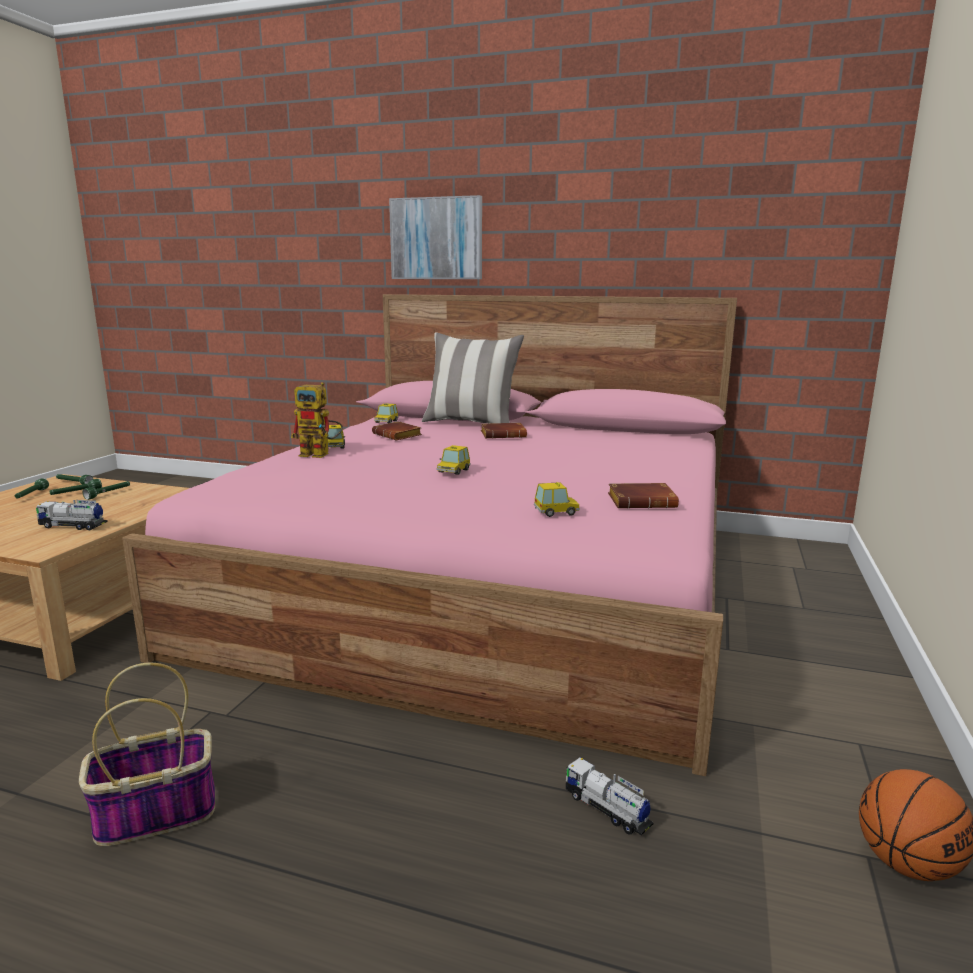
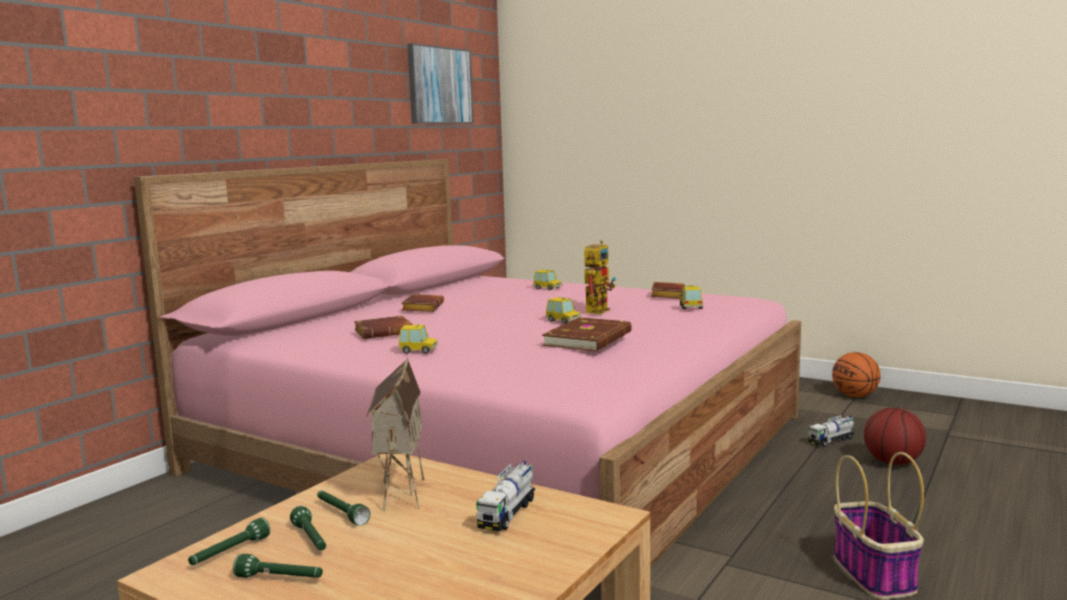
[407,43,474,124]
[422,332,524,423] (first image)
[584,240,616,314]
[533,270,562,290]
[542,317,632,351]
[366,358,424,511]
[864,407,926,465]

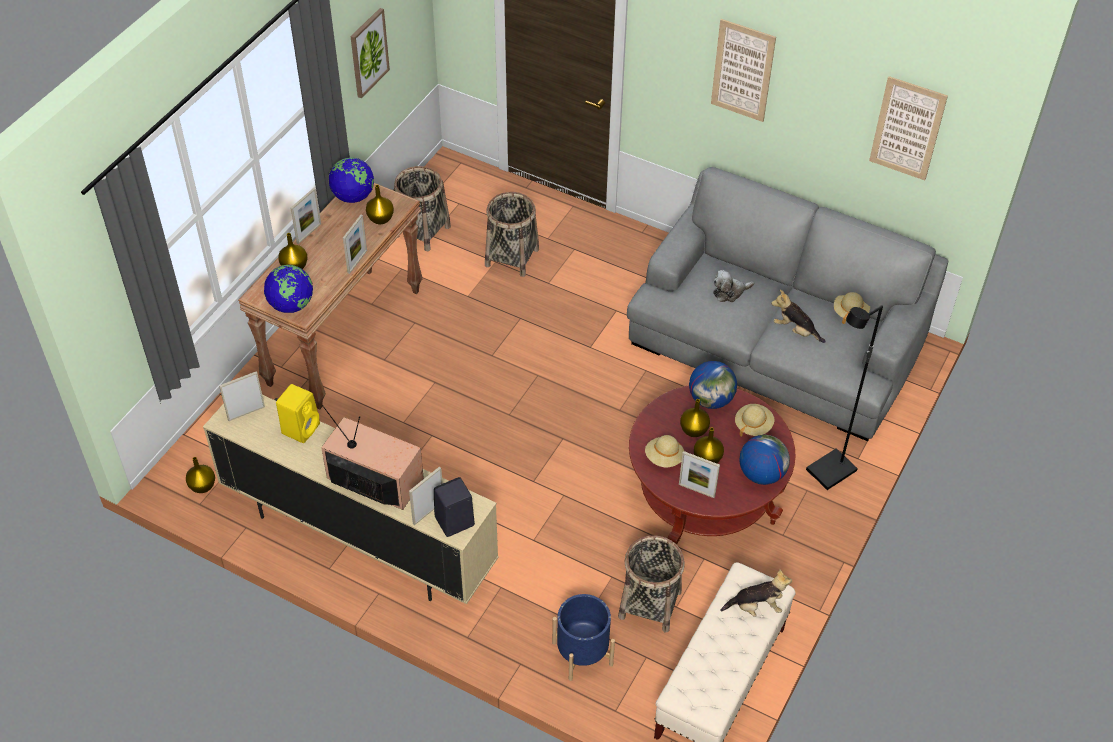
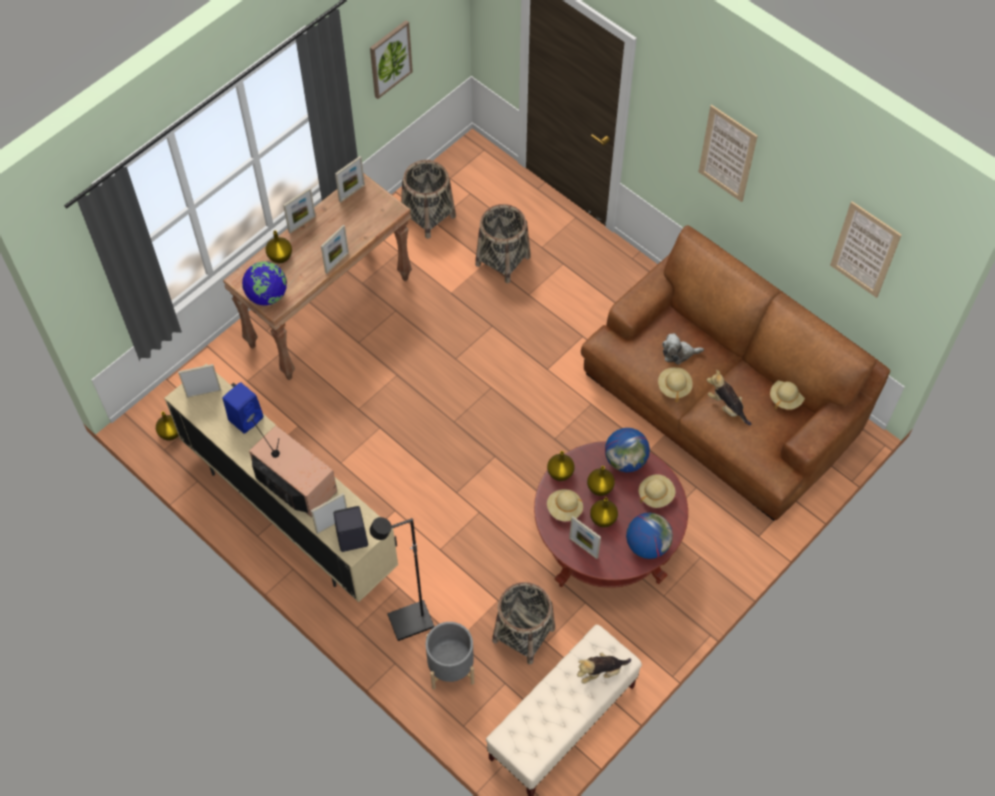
[335,156,365,203]
[581,225,890,521]
[547,451,575,481]
[370,517,434,641]
[223,382,263,434]
[577,653,631,684]
[426,622,474,689]
[658,367,693,402]

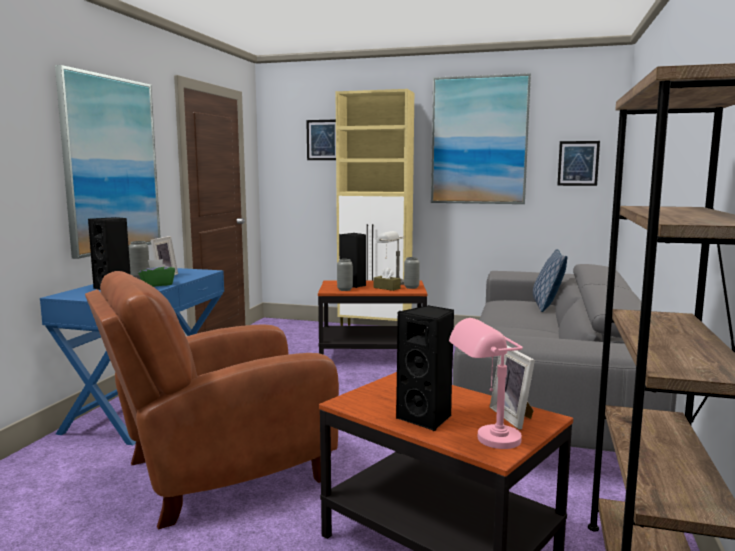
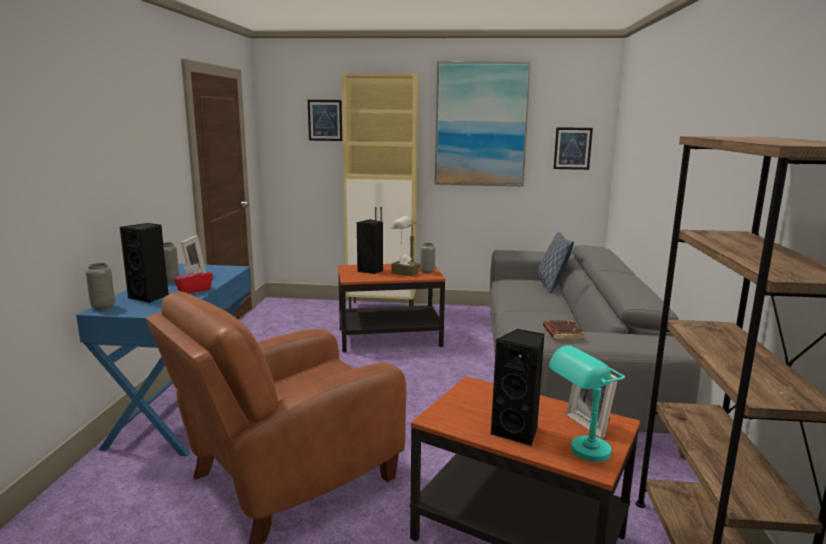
[55,65,161,259] (first image)
[173,264,213,294]
[86,263,115,310]
[549,345,625,462]
[543,320,584,340]

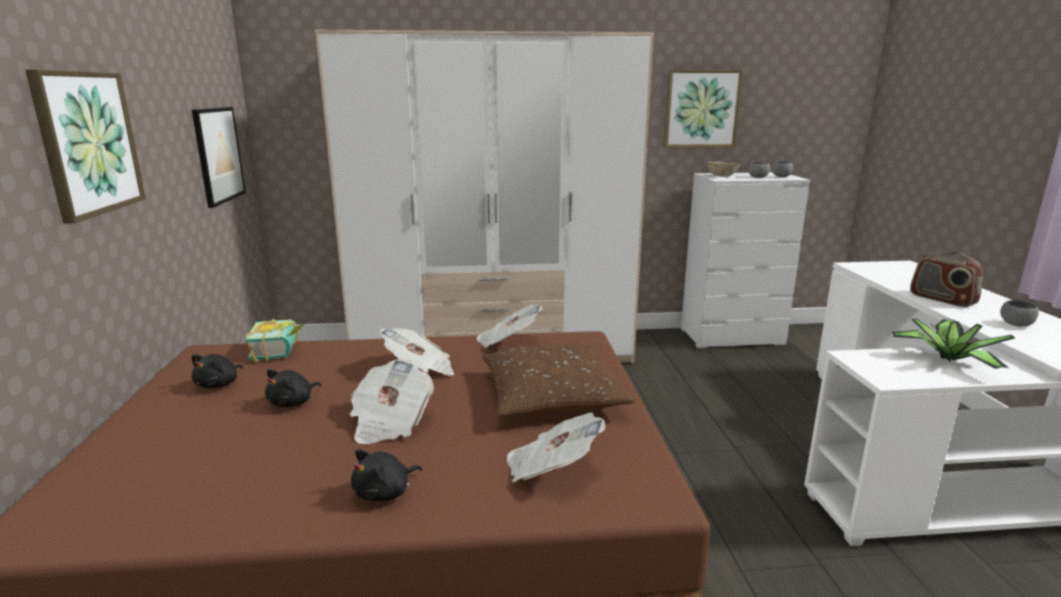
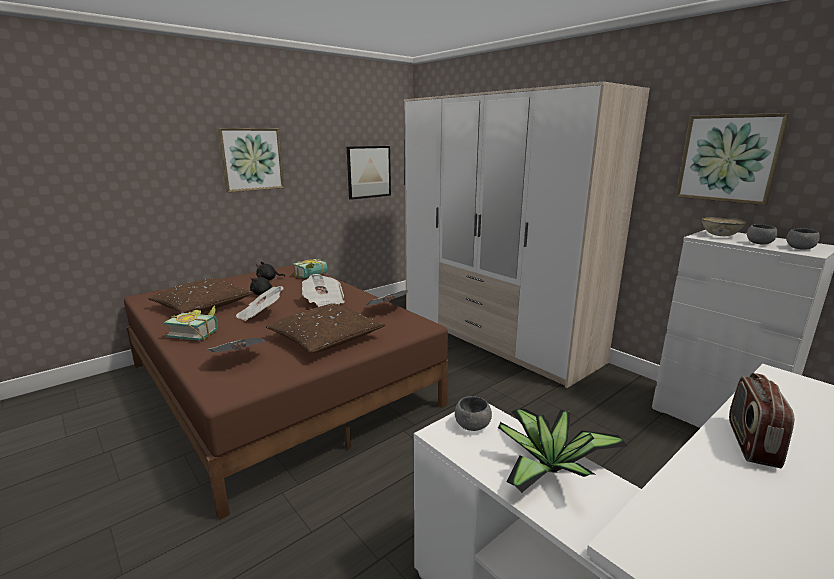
[455,396,492,431]
[164,305,218,341]
[148,278,254,313]

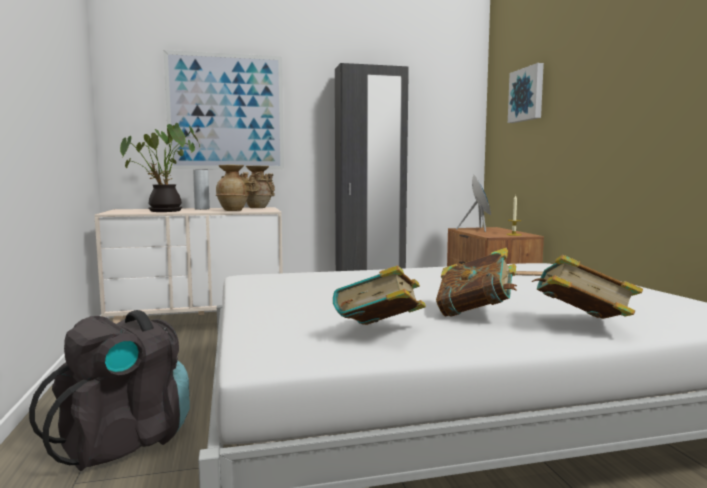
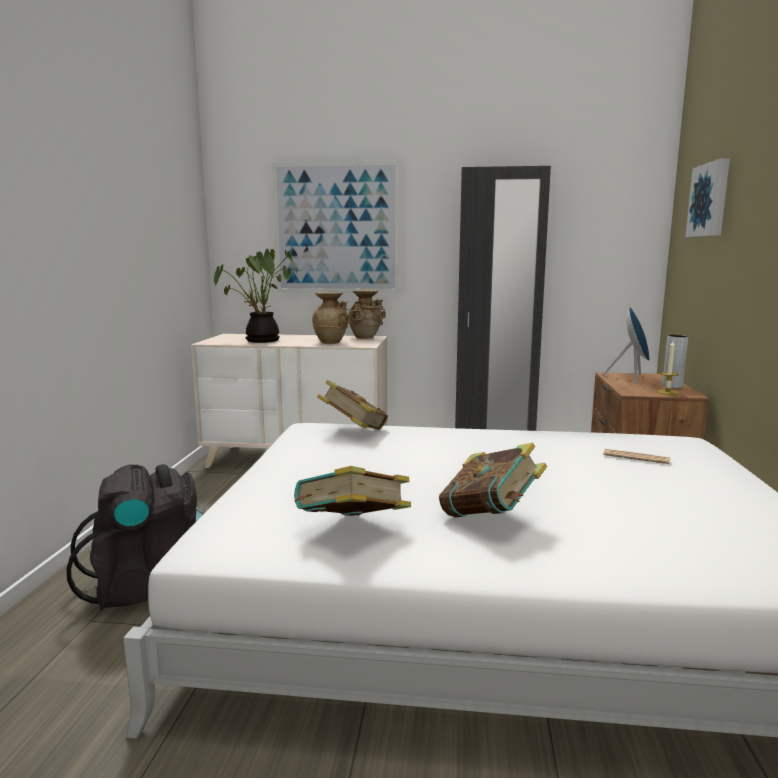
[662,335,688,388]
[317,380,388,430]

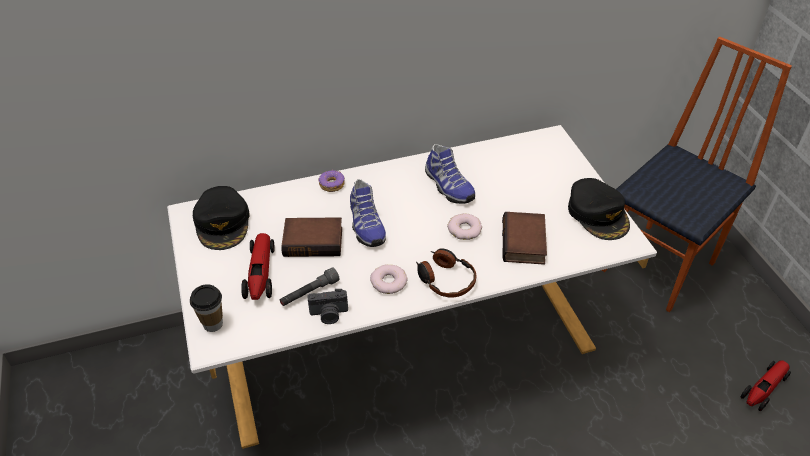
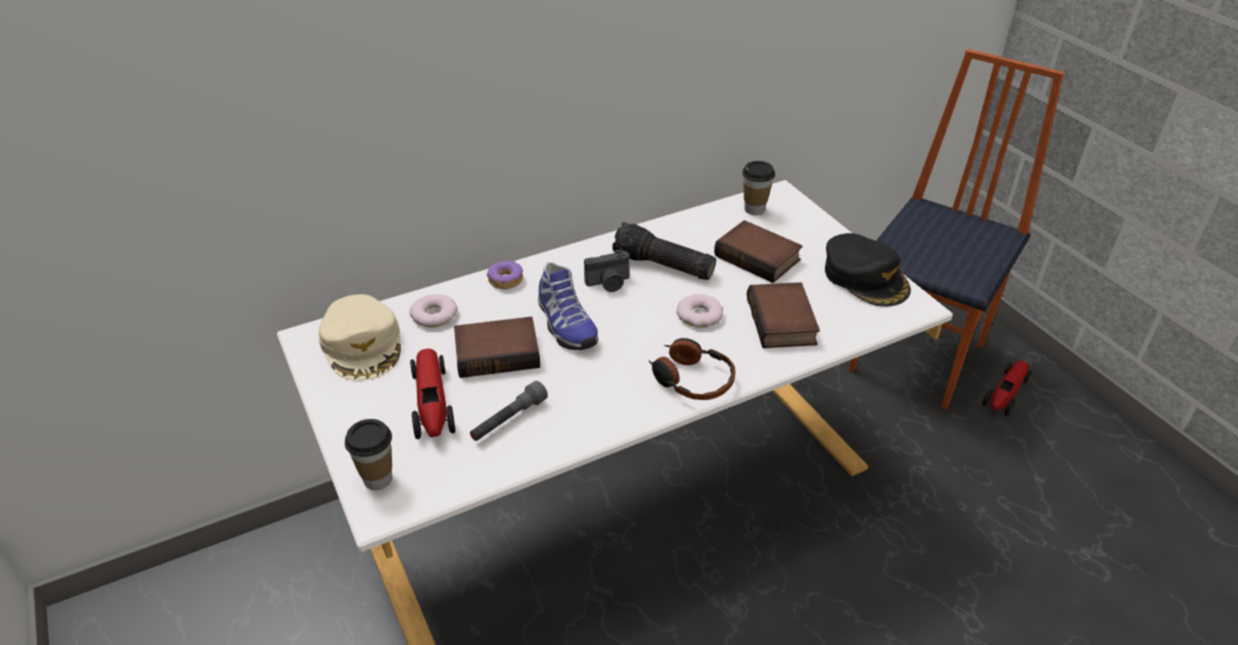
[613,222,716,280]
[319,294,401,381]
[410,294,458,327]
[584,250,630,292]
[982,360,1032,416]
[742,161,775,215]
[714,220,803,283]

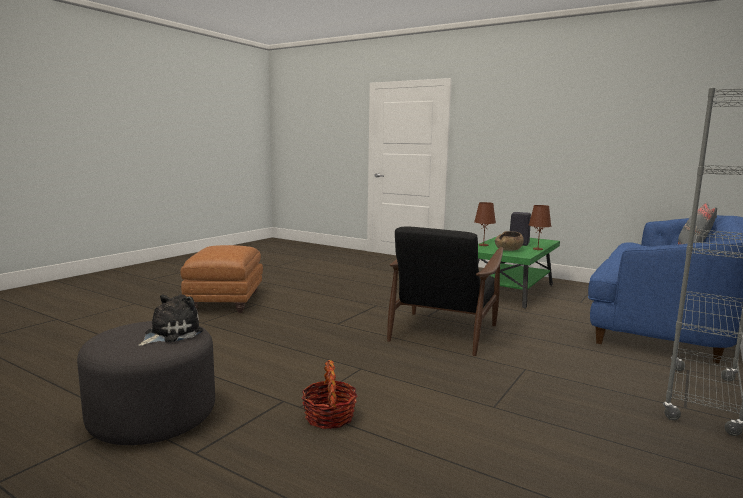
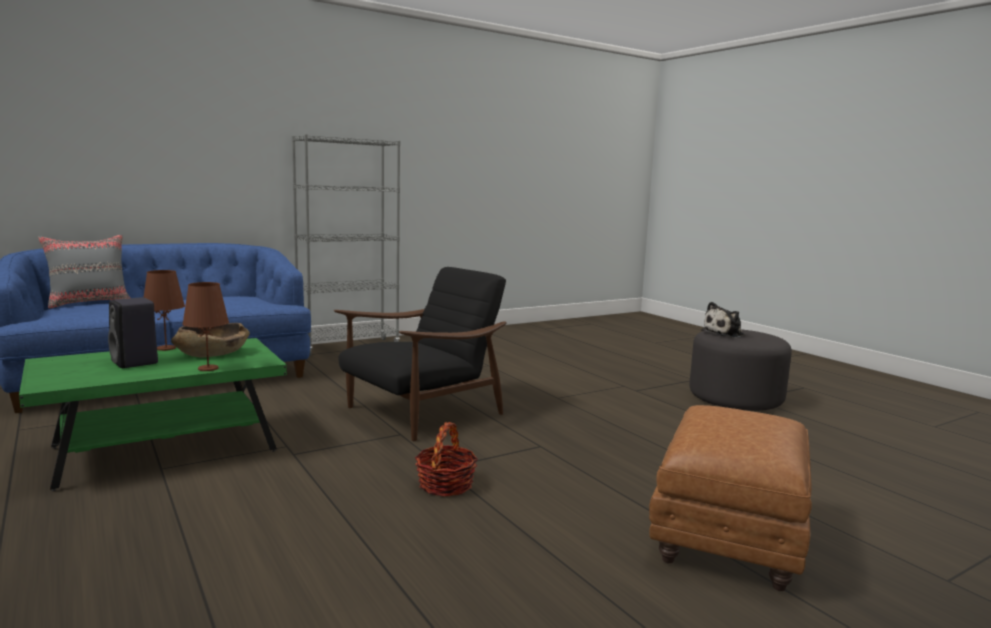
[415,422,478,497]

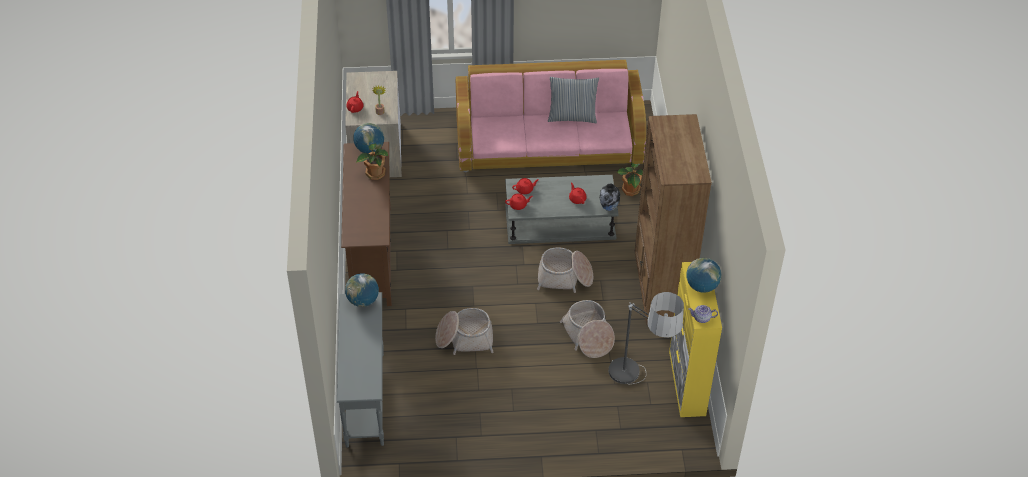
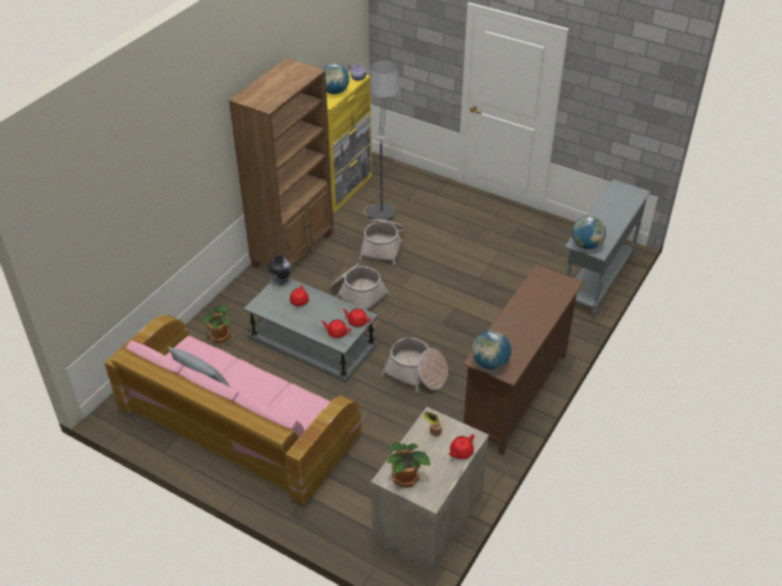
[387,442,431,488]
[381,338,448,392]

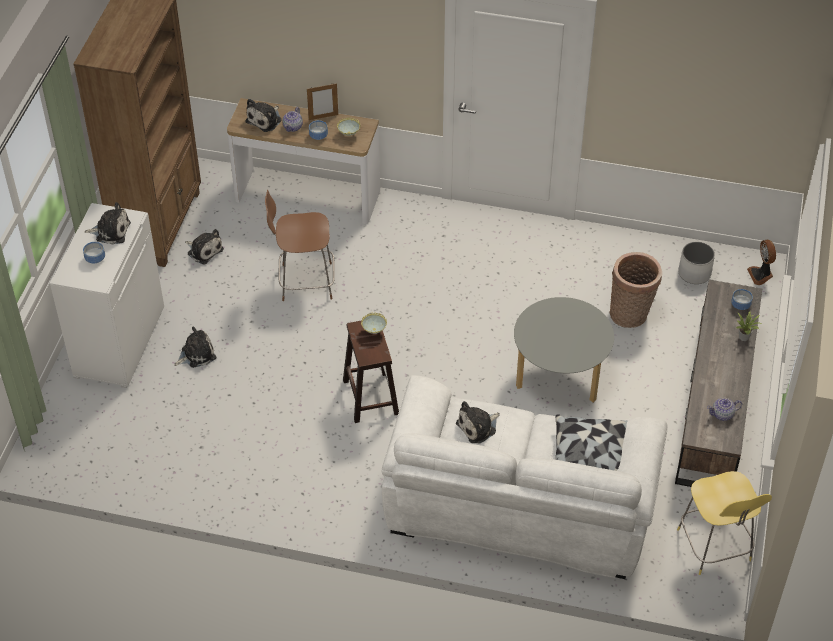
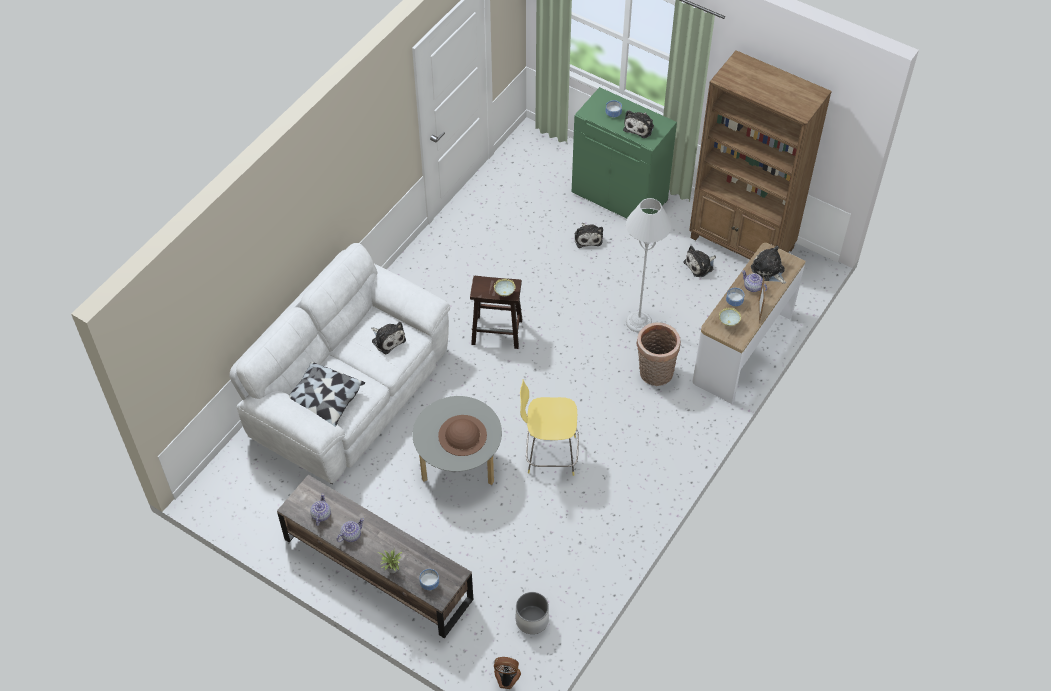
[626,198,672,332]
[572,87,677,219]
[636,322,681,386]
[371,322,406,354]
[520,379,579,476]
[438,415,487,456]
[336,518,364,542]

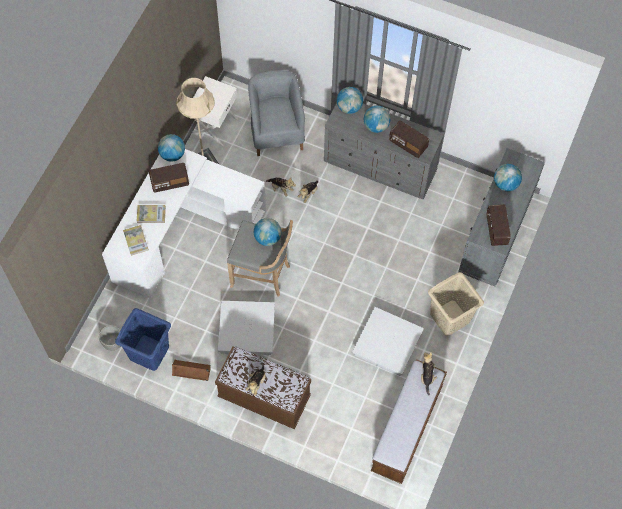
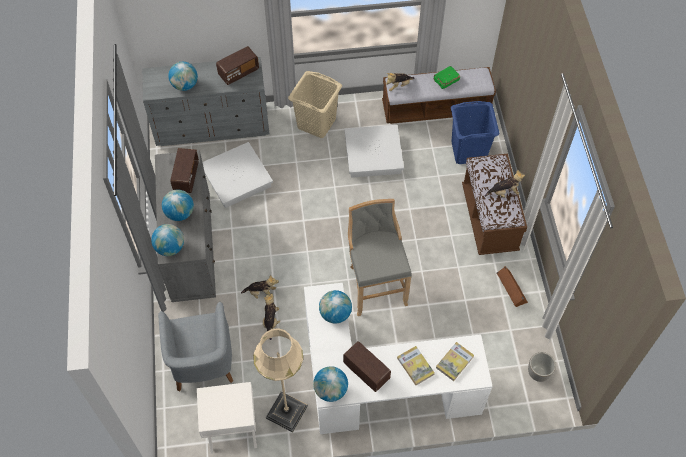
[158,302,233,392]
[319,290,352,324]
[202,142,273,208]
[451,101,499,164]
[433,66,460,89]

